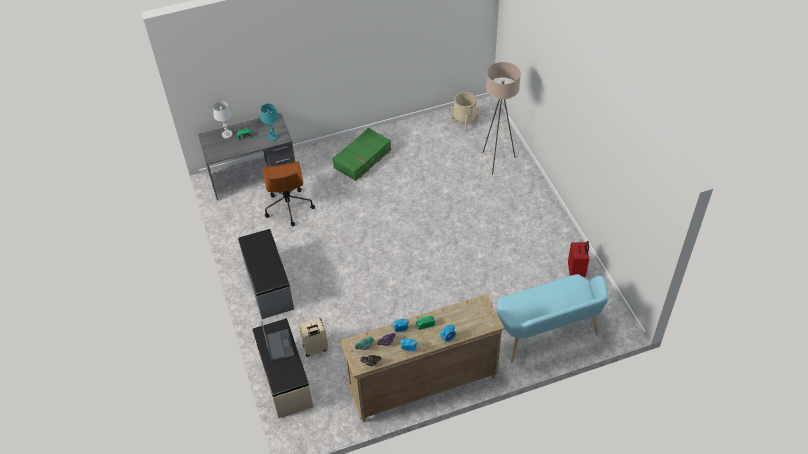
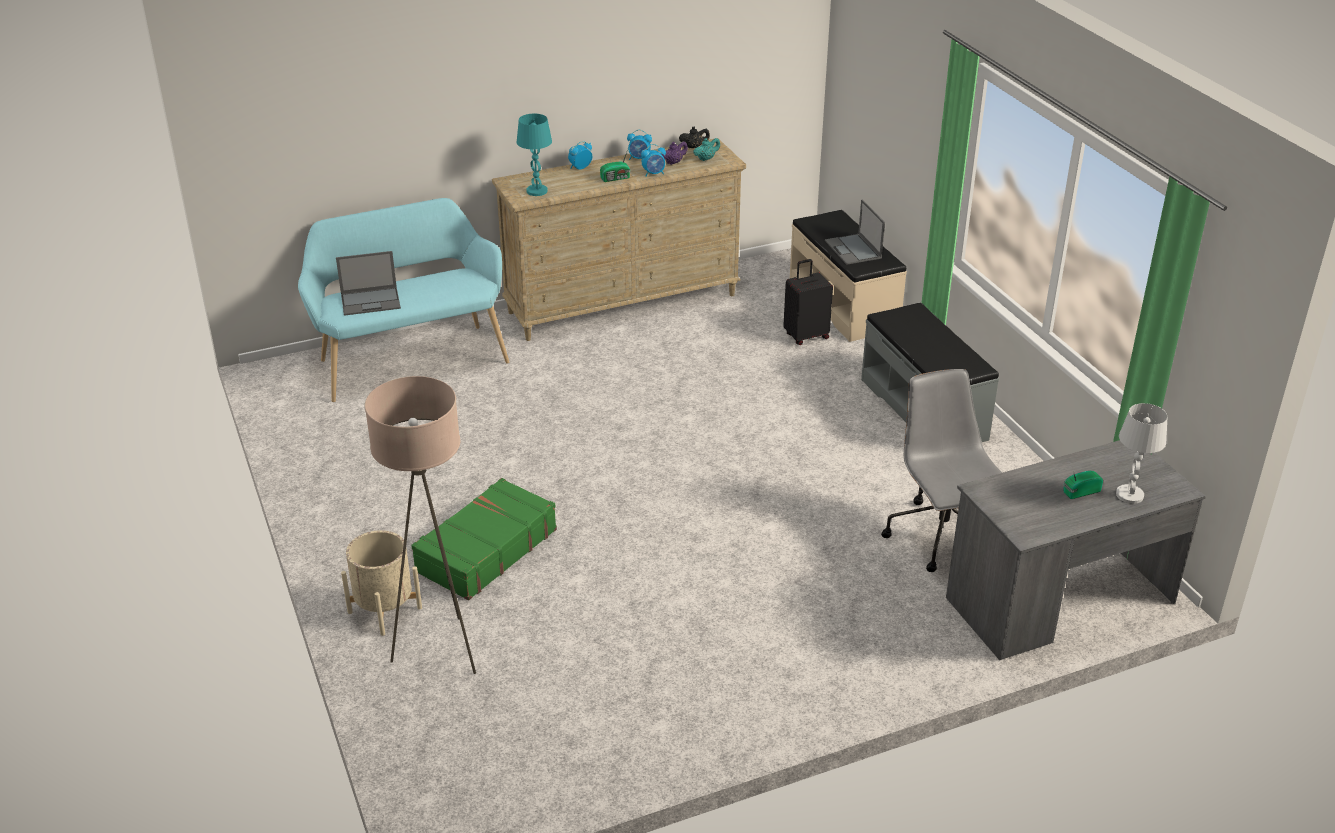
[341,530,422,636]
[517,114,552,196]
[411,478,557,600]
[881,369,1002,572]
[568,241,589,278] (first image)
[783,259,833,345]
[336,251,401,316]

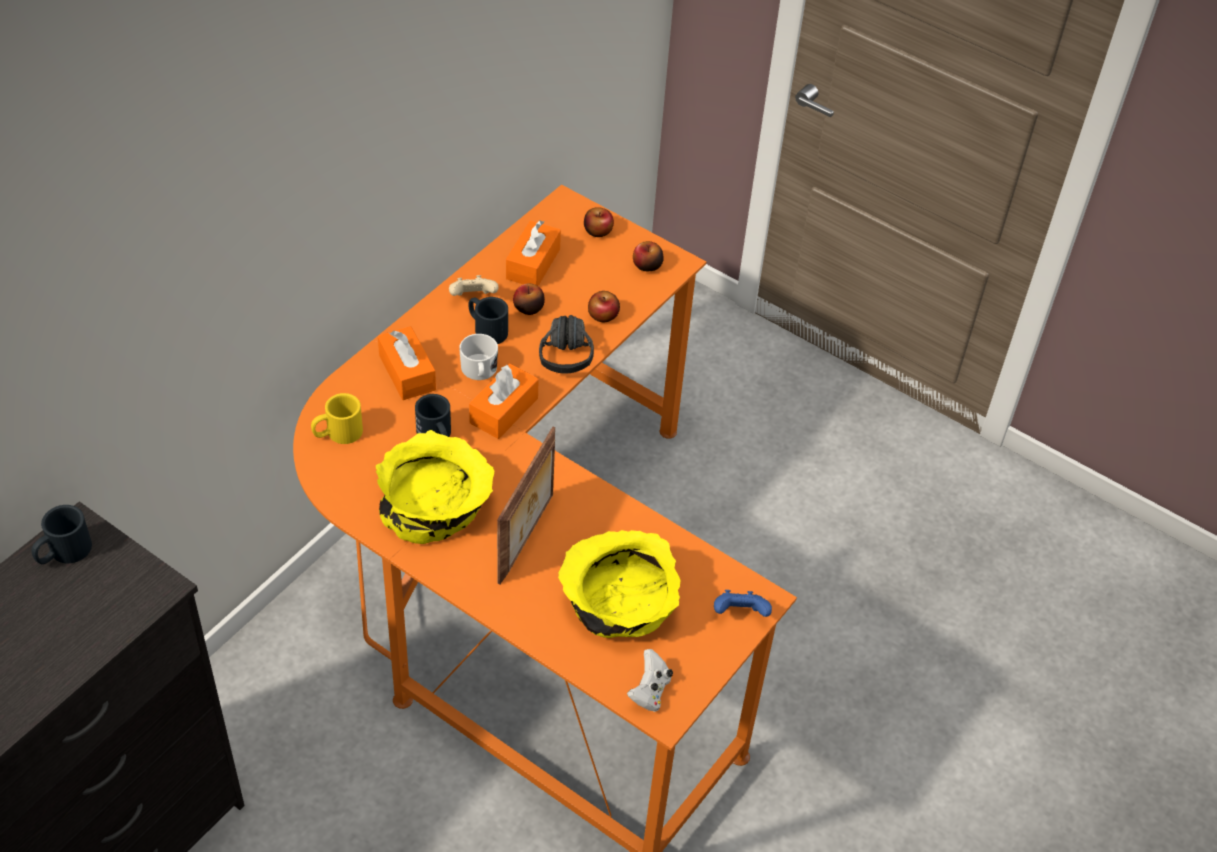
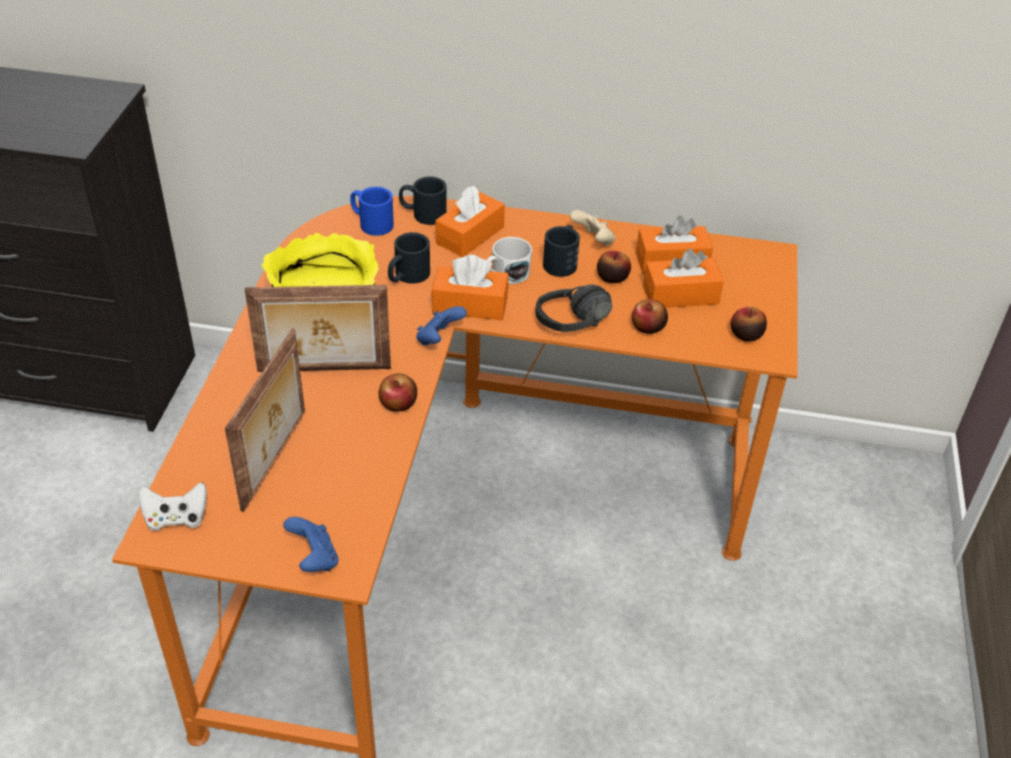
[378,373,417,412]
[350,187,394,236]
[399,176,447,225]
[225,328,305,512]
[643,249,724,308]
[416,306,467,346]

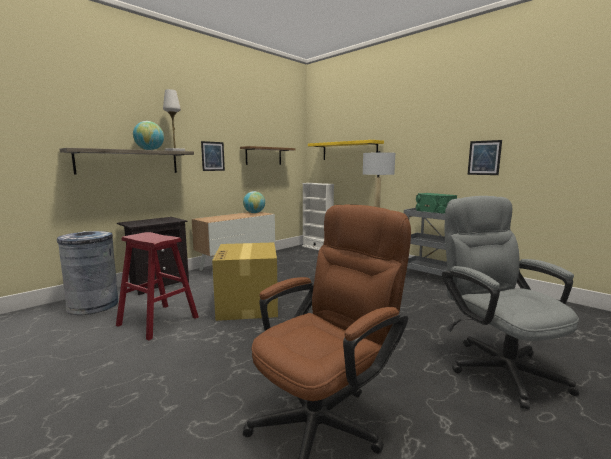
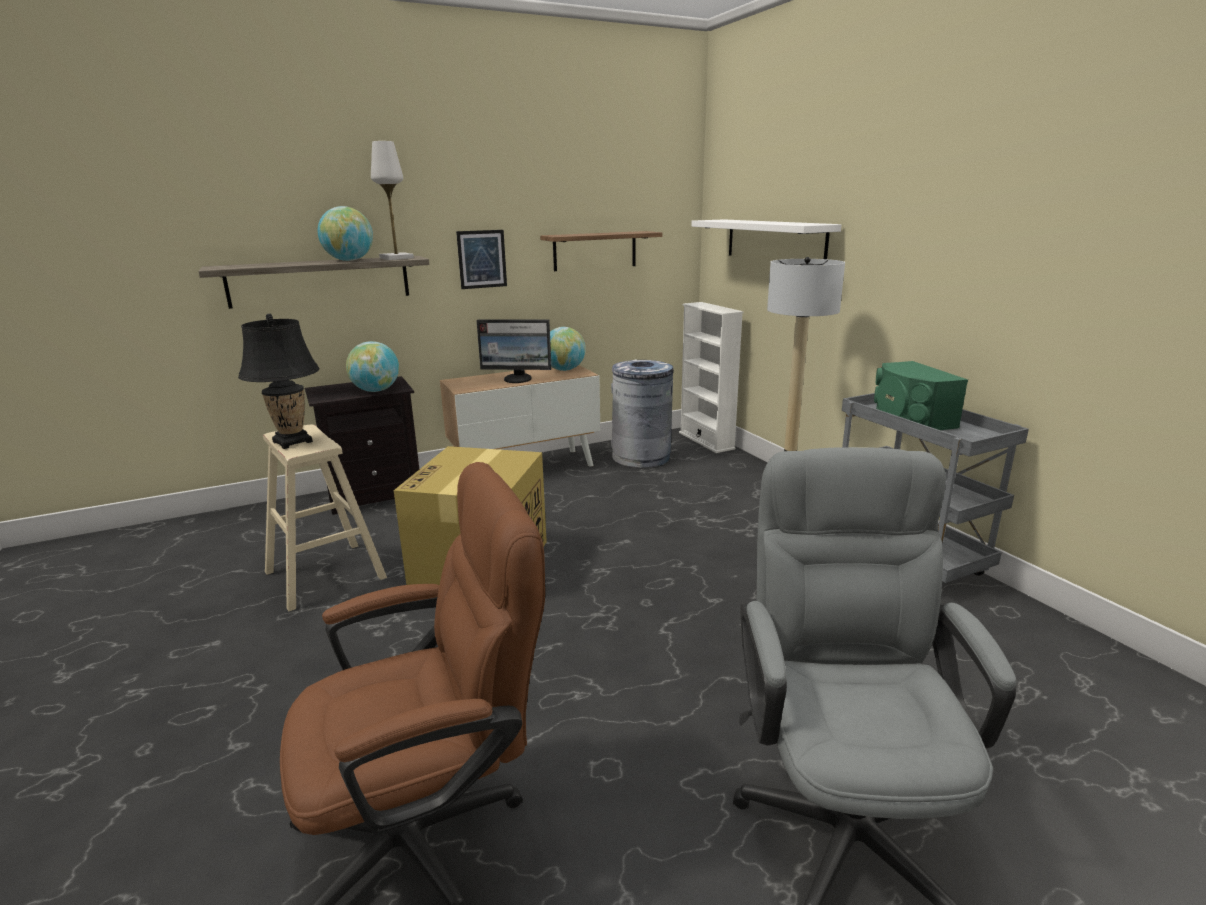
[691,219,842,259]
[468,140,502,175] (first image)
[611,359,674,468]
[263,425,387,611]
[238,314,319,449]
[476,319,552,383]
[346,341,399,392]

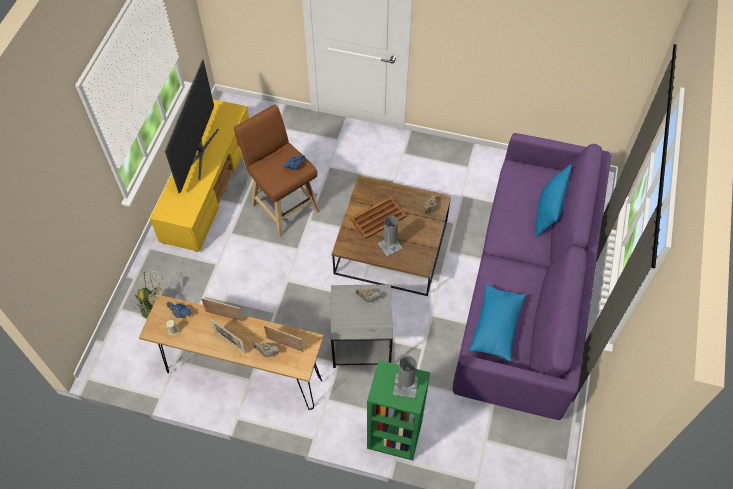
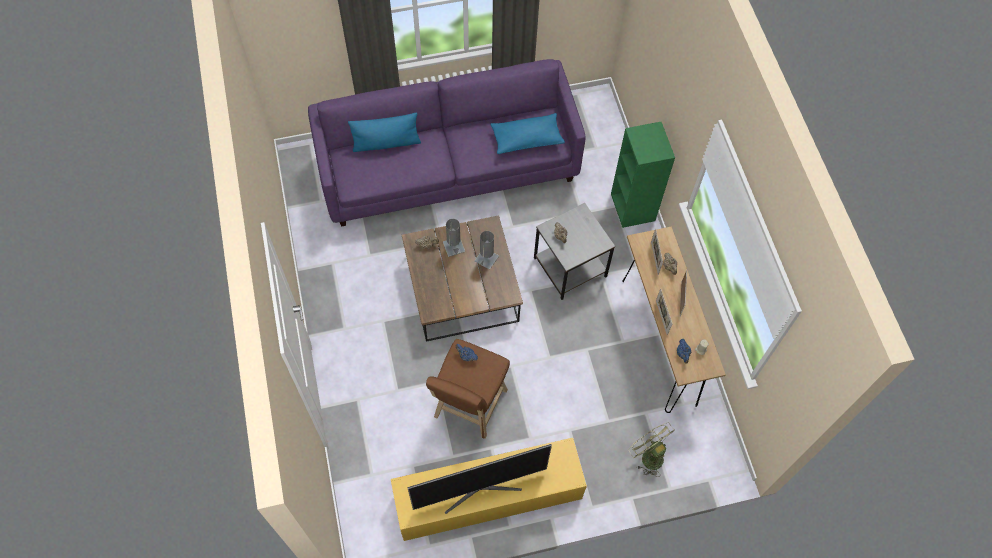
[350,196,407,239] (first image)
[443,219,465,257]

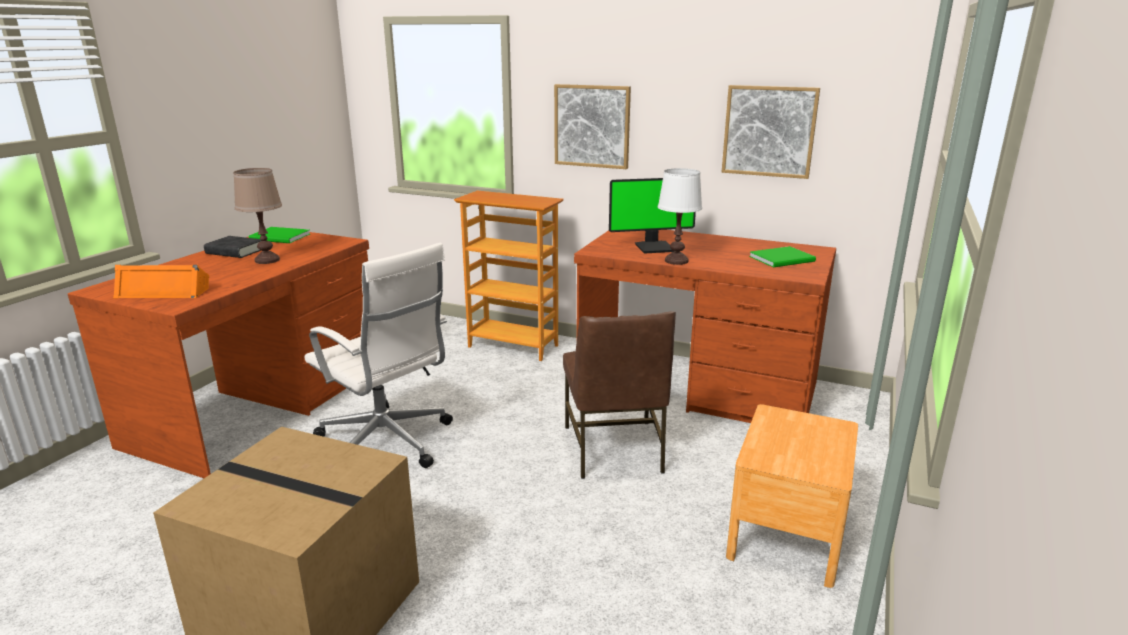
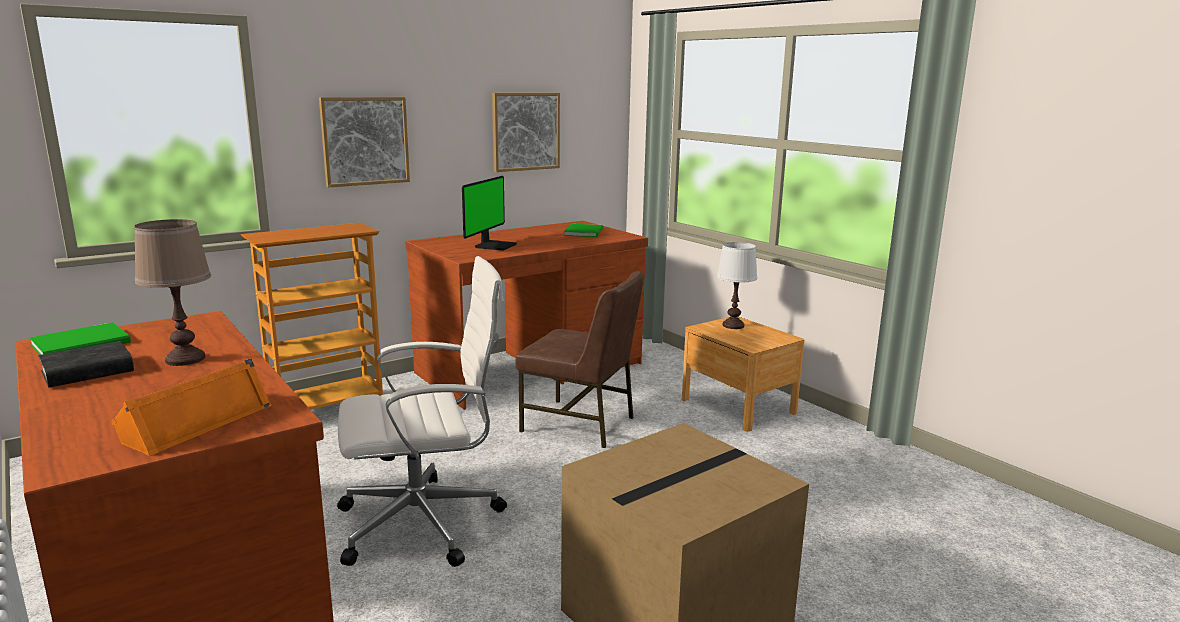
[717,242,757,329]

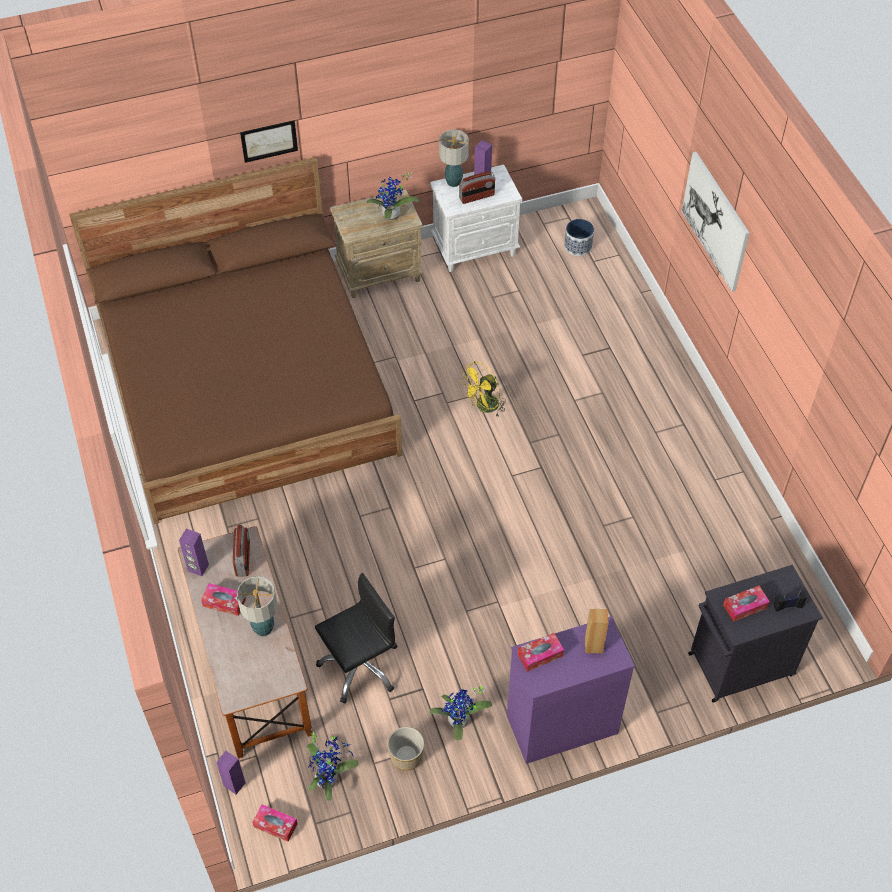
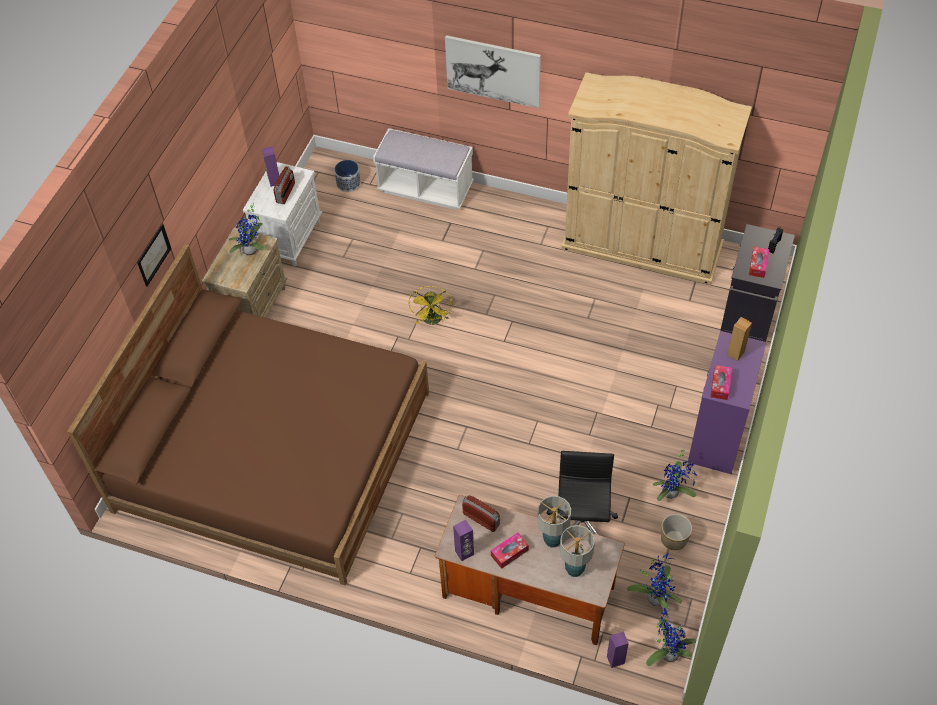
[560,525,595,577]
[646,608,696,666]
[561,72,752,285]
[373,128,474,210]

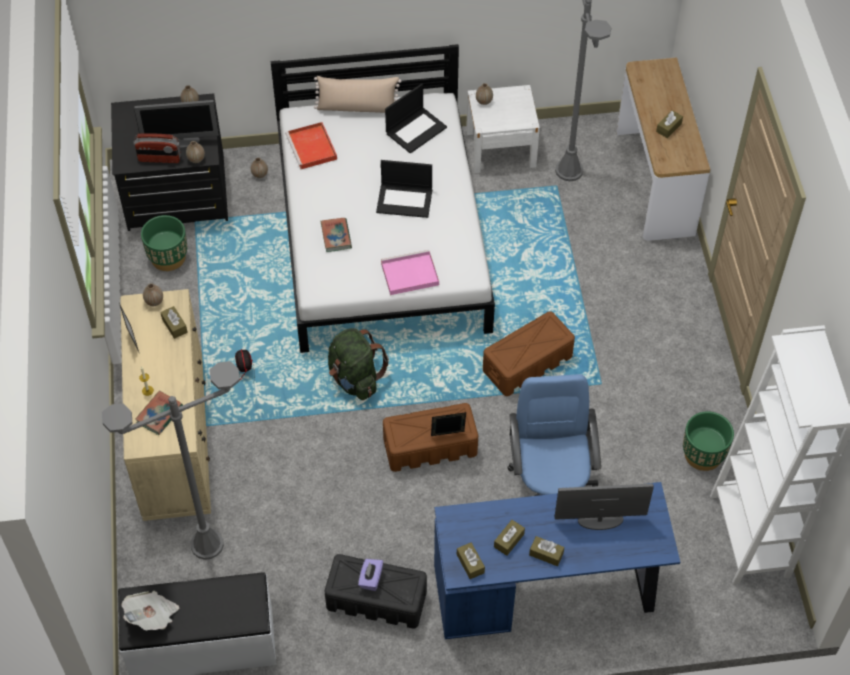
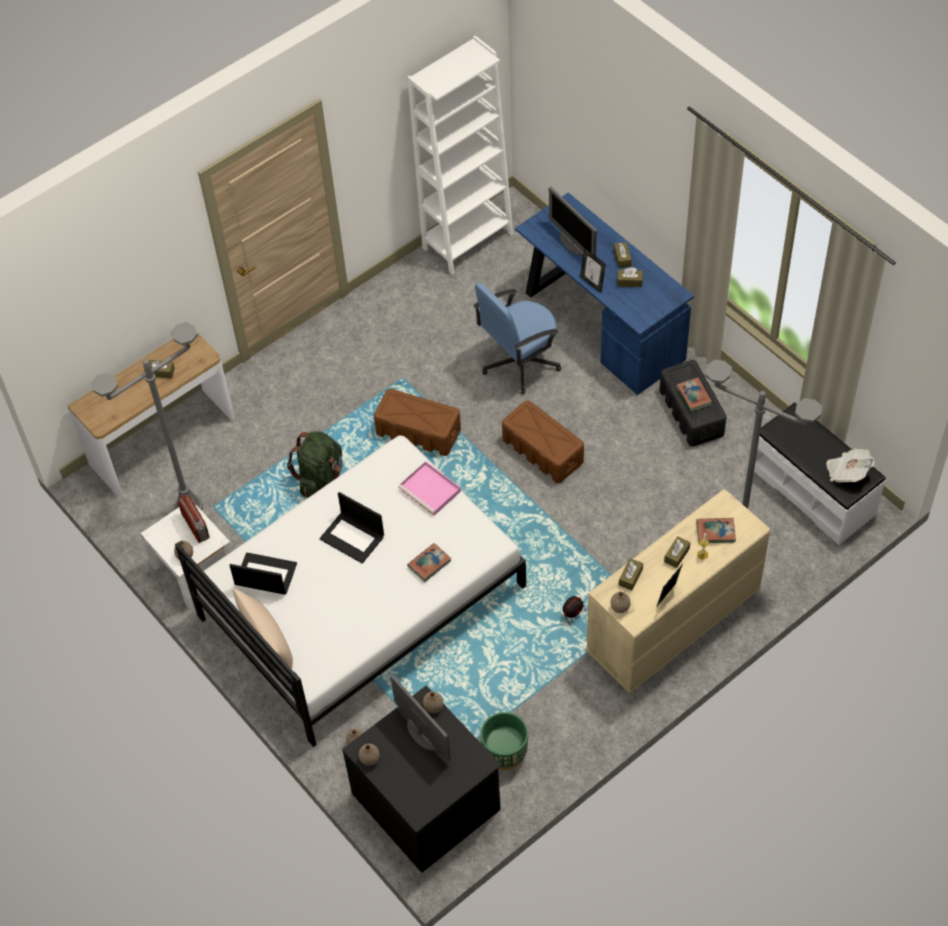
[285,122,337,169] (first image)
[178,494,209,543]
[319,492,384,564]
[287,431,343,498]
[683,411,734,471] (first image)
[580,248,606,293]
[664,536,690,568]
[676,378,712,412]

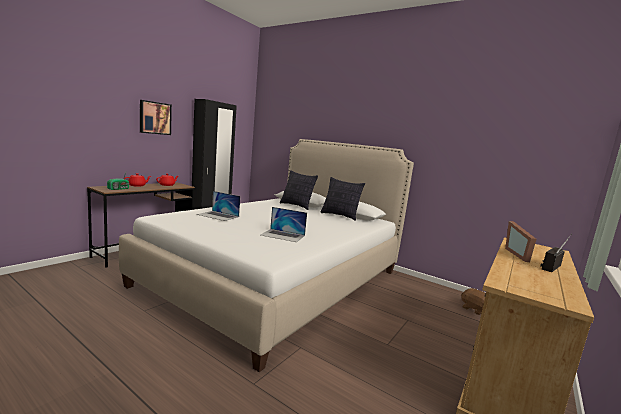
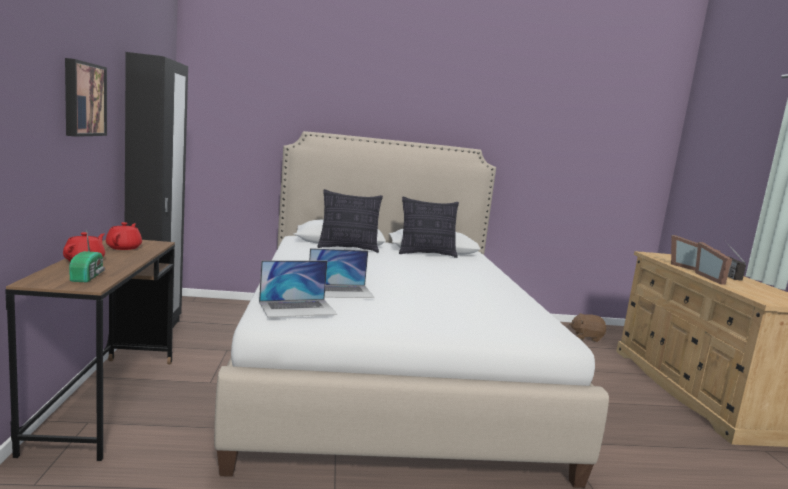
[259,260,337,317]
[695,242,732,285]

